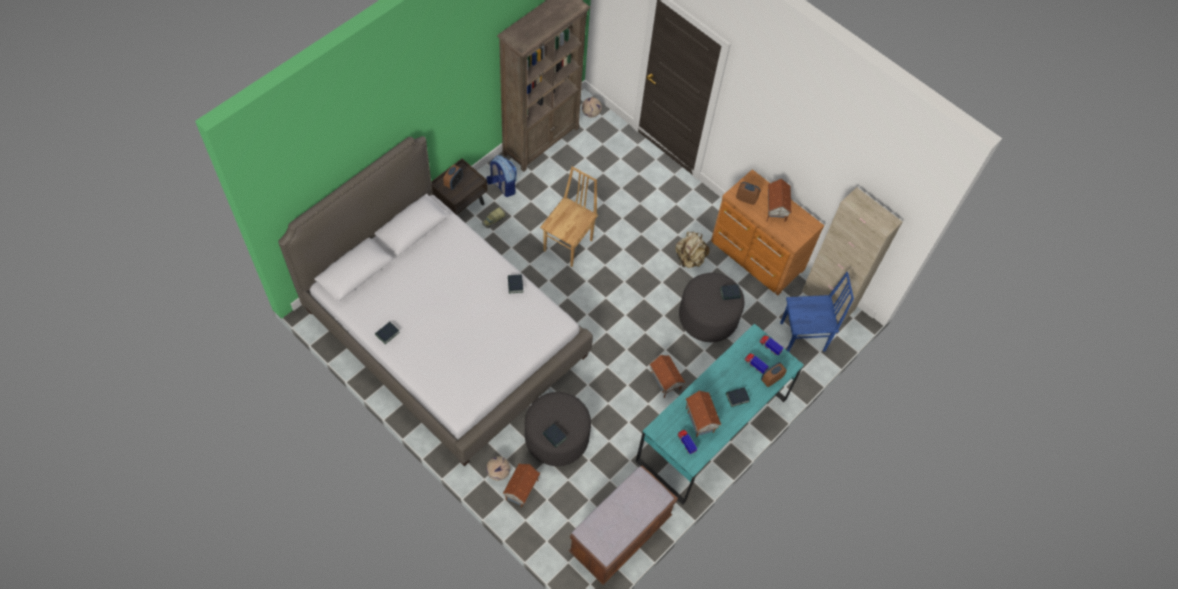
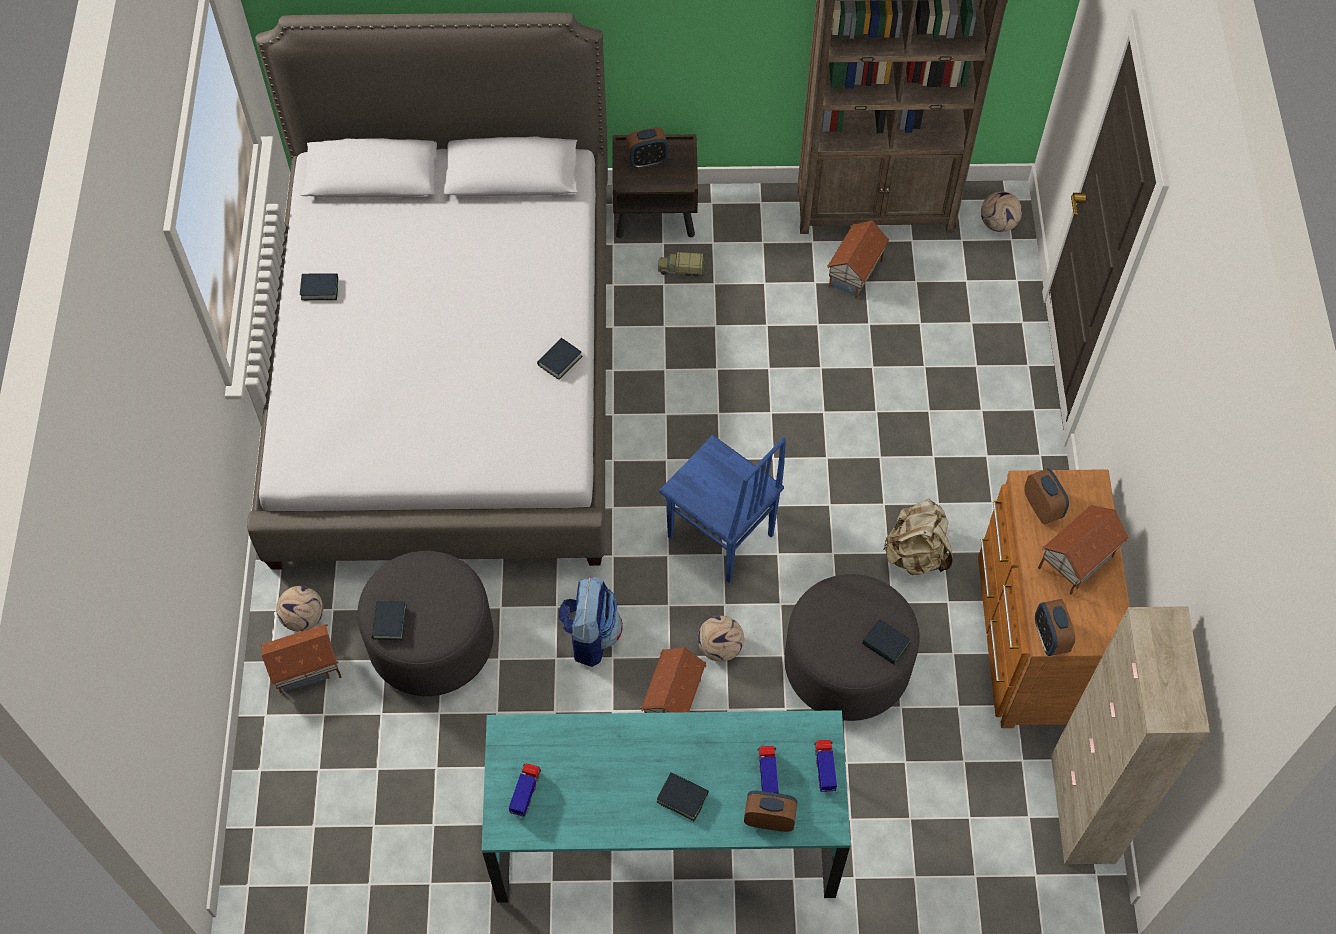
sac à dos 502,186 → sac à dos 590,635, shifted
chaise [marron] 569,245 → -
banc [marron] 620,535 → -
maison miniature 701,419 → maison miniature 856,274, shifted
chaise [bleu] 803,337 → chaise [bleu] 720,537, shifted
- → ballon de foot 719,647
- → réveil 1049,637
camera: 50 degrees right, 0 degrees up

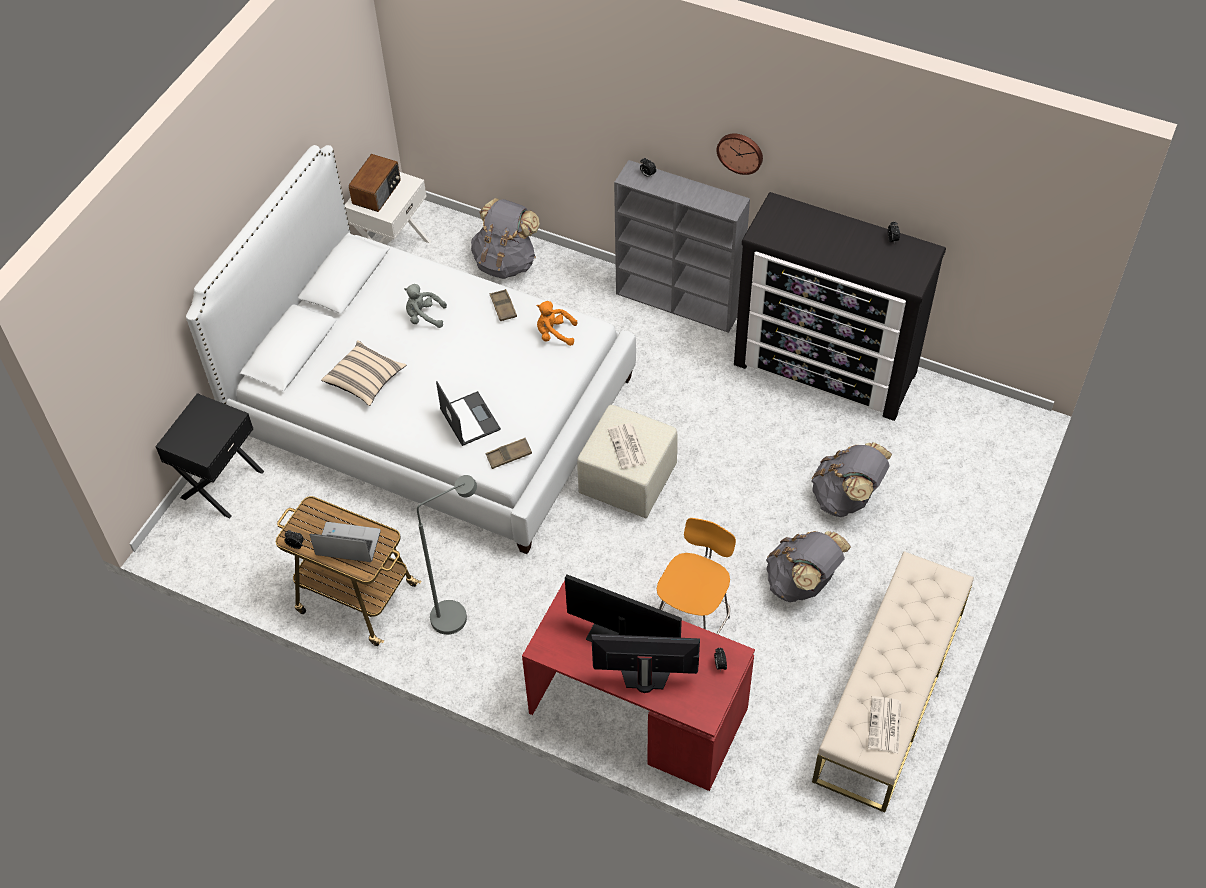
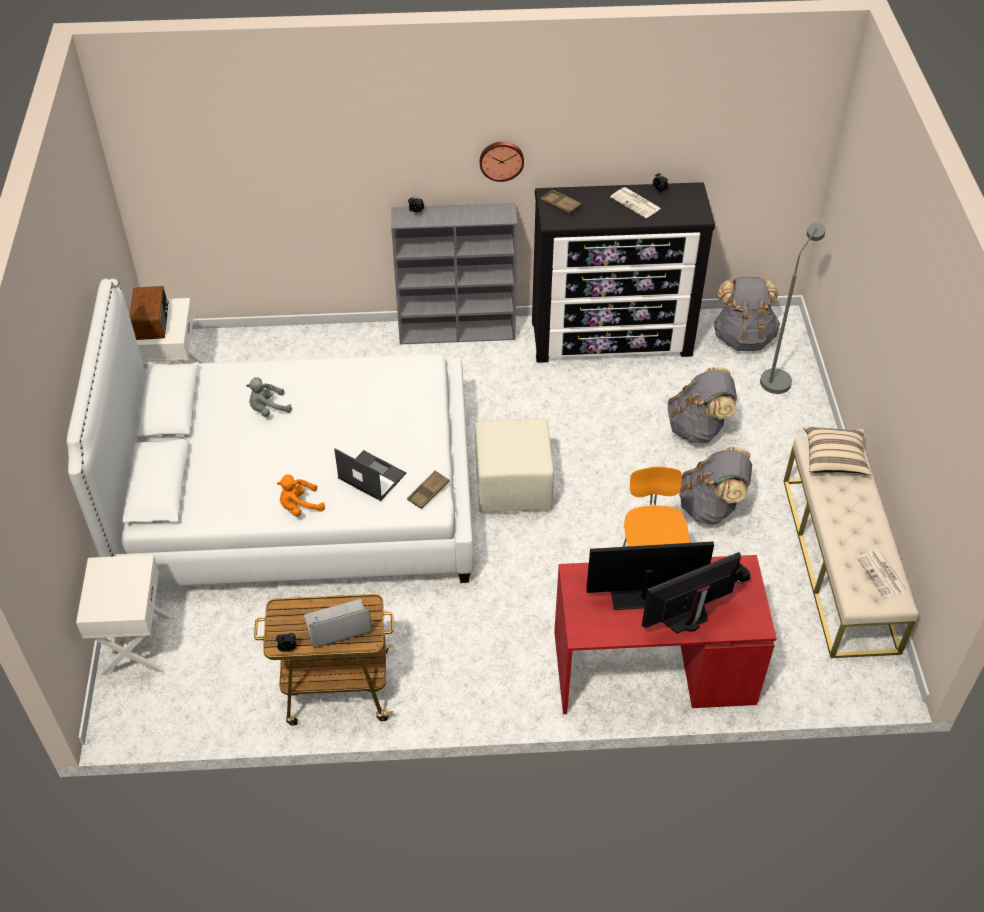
table de chevet [noir] 221,484 → table de chevet [blanc] 135,644
coussin [beige] 365,380 → coussin [beige] 834,459, shifted
lampadaire [gris] 457,612 → lampadaire [gris] 777,376, shifted
sac à dos [gris] 506,262 → sac à dos [gris] 743,337, shifted
plateau [marron] 503,307 → plateau [marron] 560,204, shifted
peluche [orange] 554,334 → peluche [orange] 300,506, shifted
journal 628,447 → journal 636,203, shifted
camera: 30 degrees left, 5 degrees down

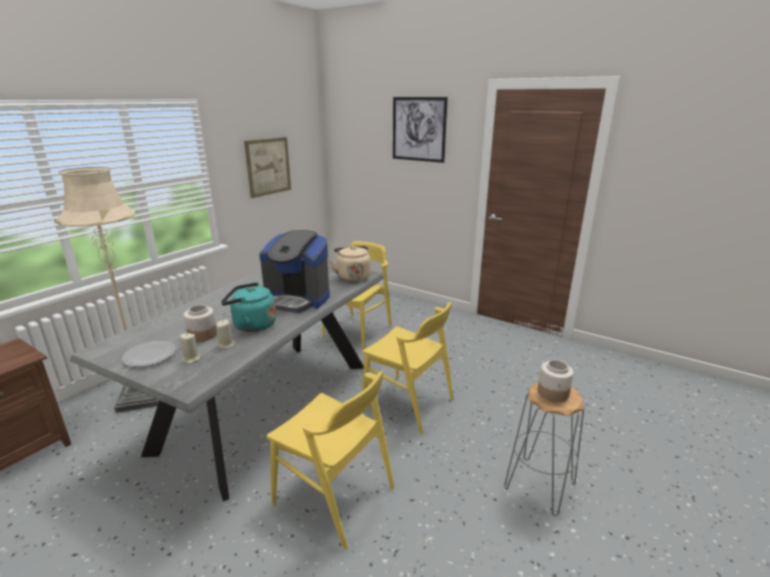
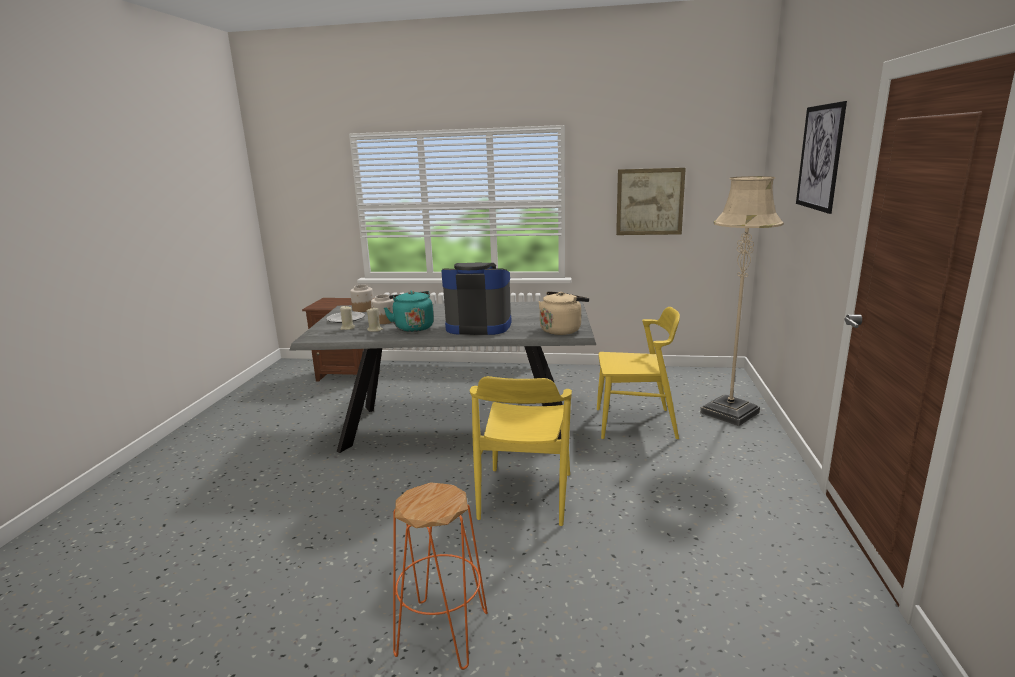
lampadaire [beige] 143,396 → lampadaire [beige] 729,413, shifted
machine à café 297,299 → machine à café 478,326, 105 degrees clockwise
chaise [jaune] 334,495 → -
tabouret [gris] 538,485 → tabouret [orange] 442,632
bocal 553,393 → bocal 363,309, shifted
camera: 65 degrees right, 5 degrees down

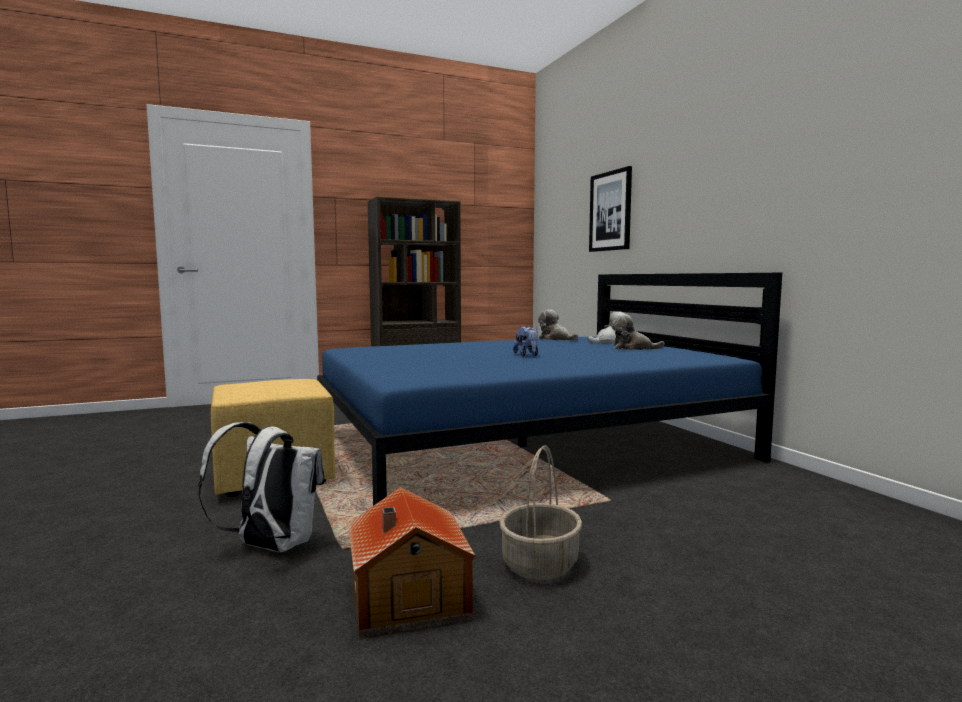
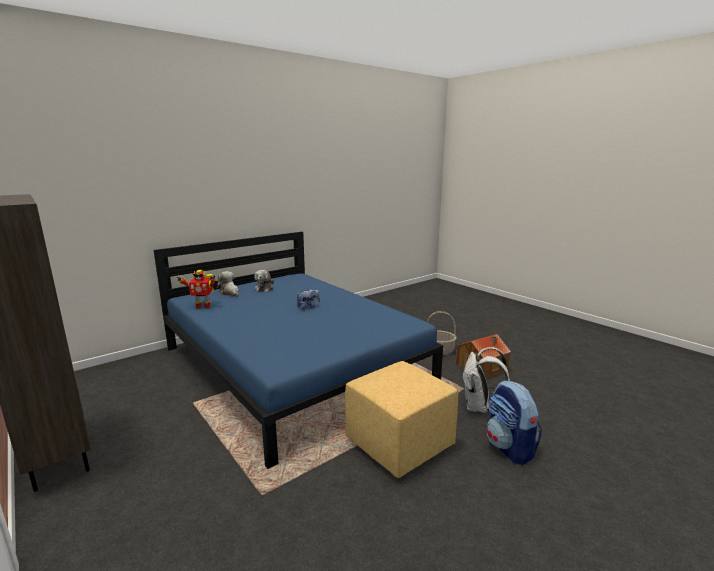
peluche 555,339 → robot jouet 203,306
tableau 610,211 → -
- → sac à dos 510,448
camera: 105 degrees left, 10 degrees up

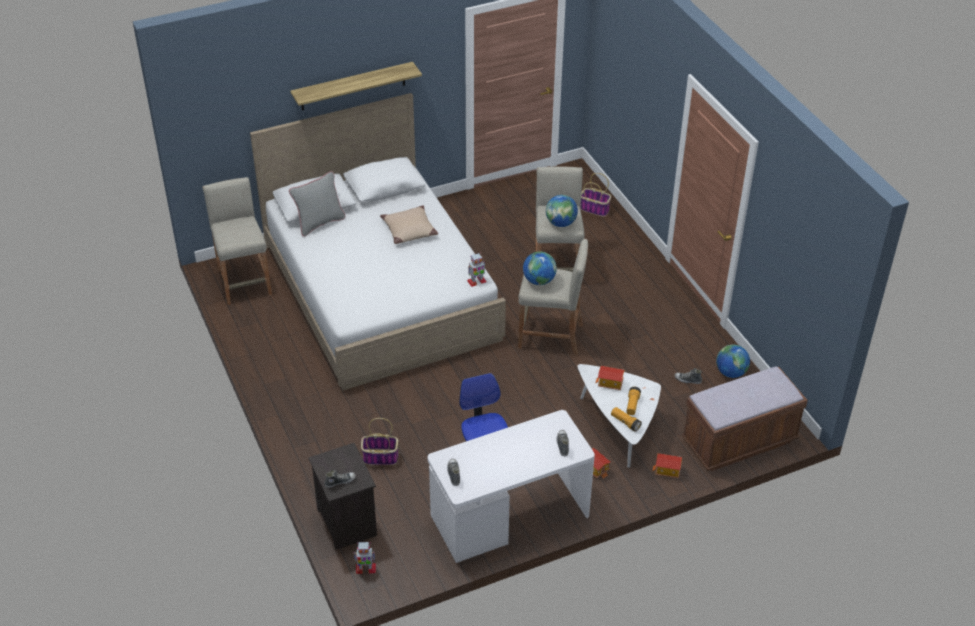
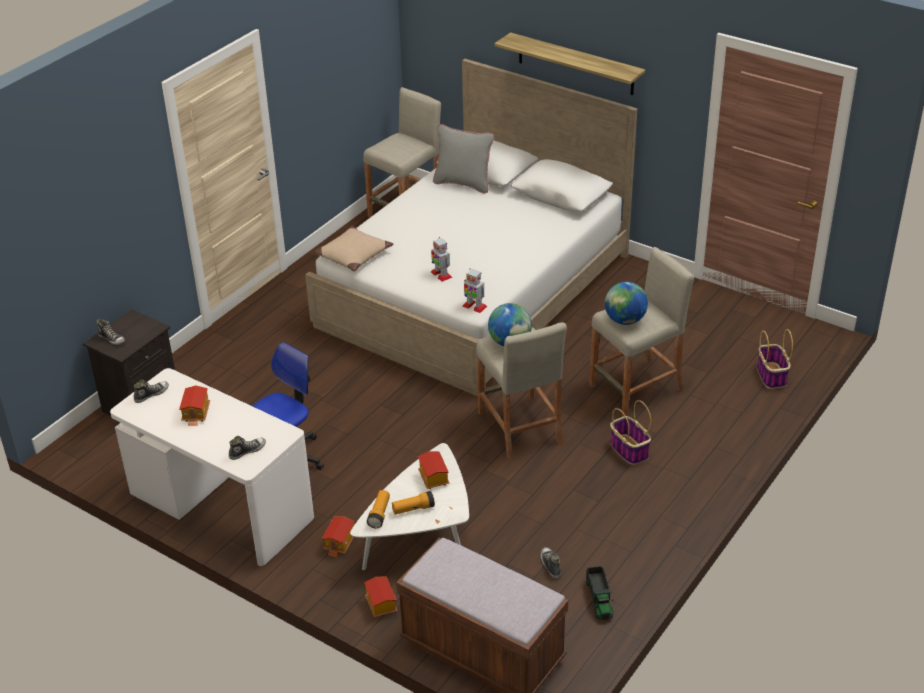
robot jouet 365,568 → robot jouet 441,274, shifted
panier 379,457 → panier 628,450, shifted
coussin [beige] 409,230 → coussin [beige] 353,255, shifted
globe 730,372 → camion jouet 599,599
- → maison miniature 196,413
camera: 60 degrees right, 5 degrees down

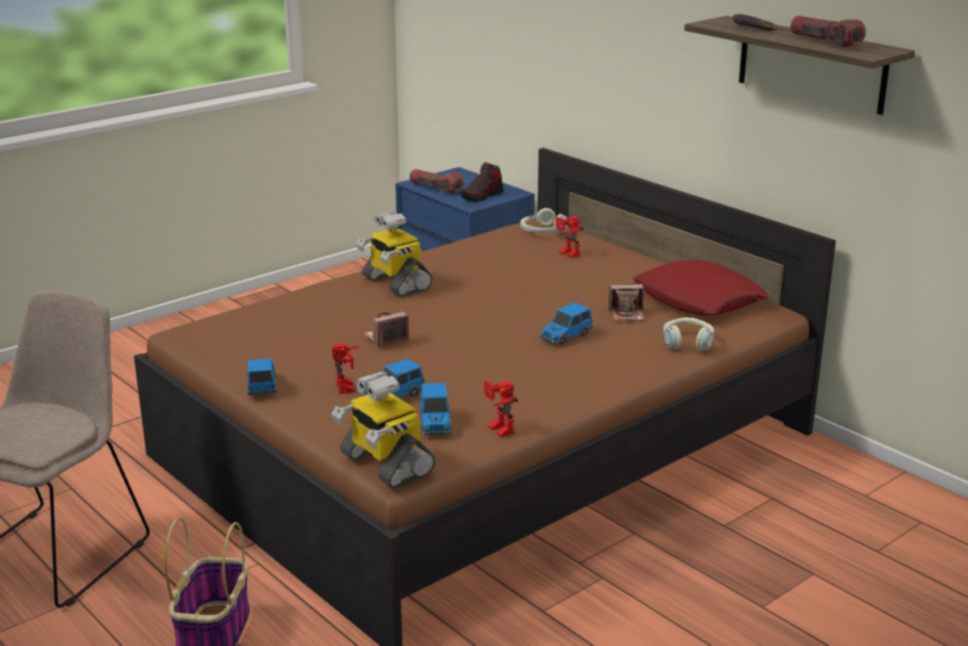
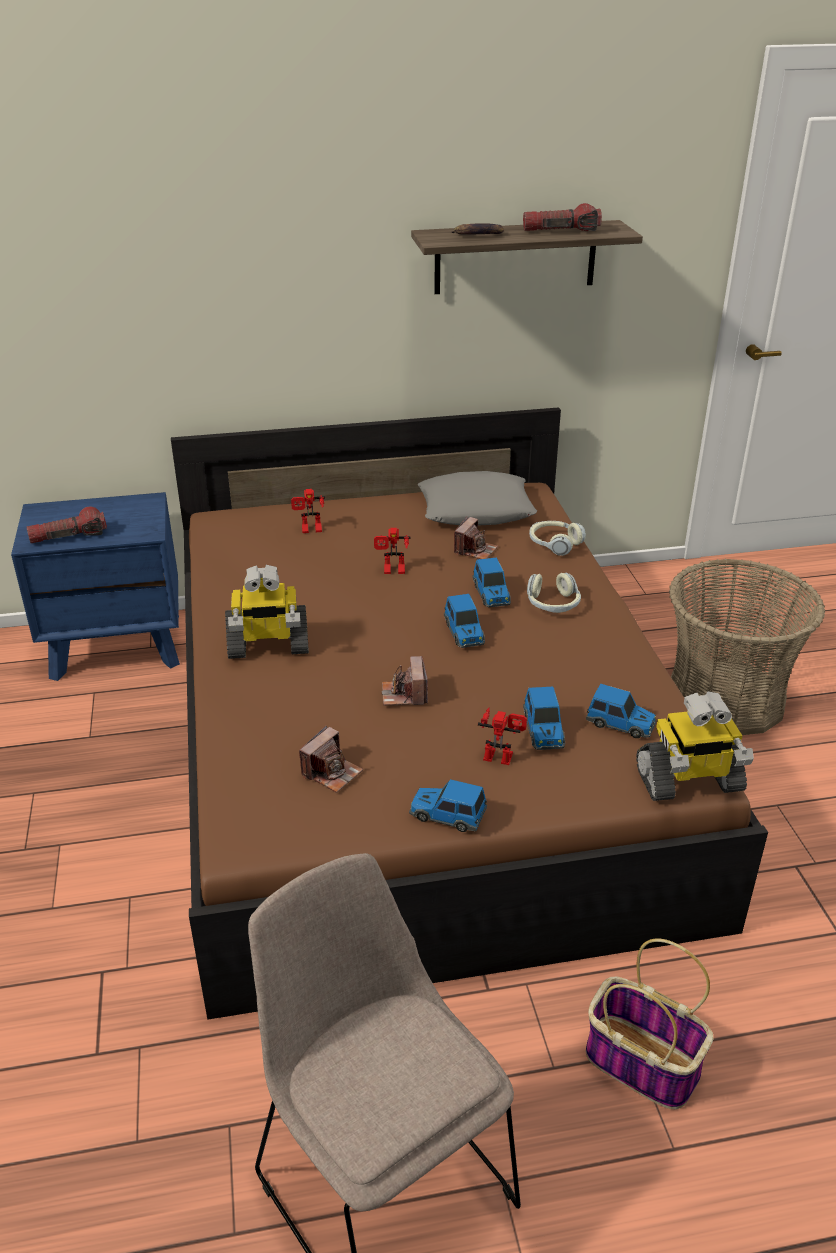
chaussure 482,196 → -
robot jouet 497,430 → robot jouet 392,571, shifted
casque audio 542,232 → casque audio 552,604, shifted
coussin [rouge] 698,299 → coussin [gris] 476,509
- → appareil photo 331,772
- → petite voiture 464,633
- → panier 725,698
camera: 60 degrees left, 10 degrees up

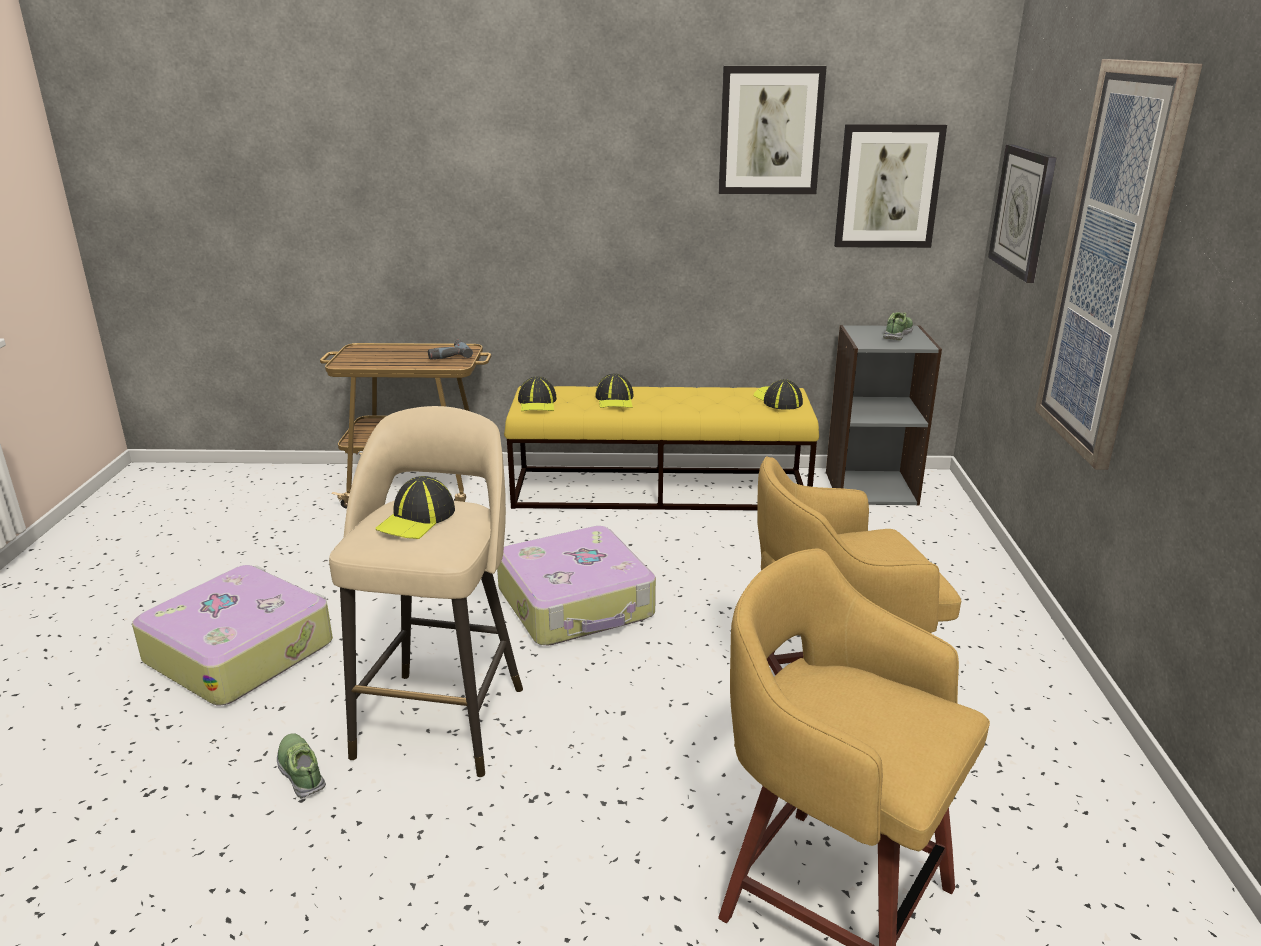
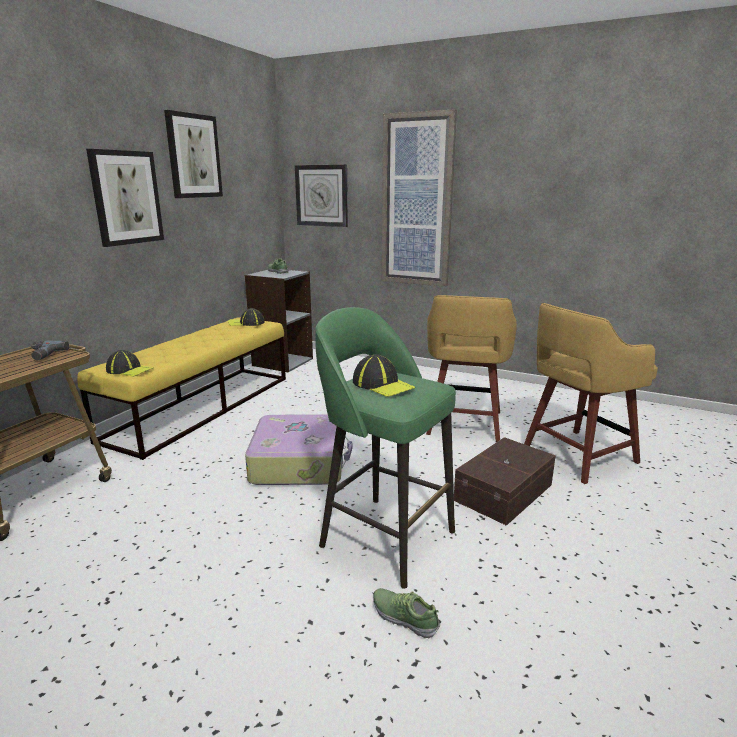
valise 240,651 → -
chaussure 302,771 → chaussure 404,617, 45 degrees clockwise
tabouret [beige] 443,718 → tabouret [vert] 384,537
casquette 615,400 → -
tableau 888,186 → tableau 126,198, shifted
- → boîte de rangement [marron] 505,492
camera: 65 degrees left, 5 degrees down

